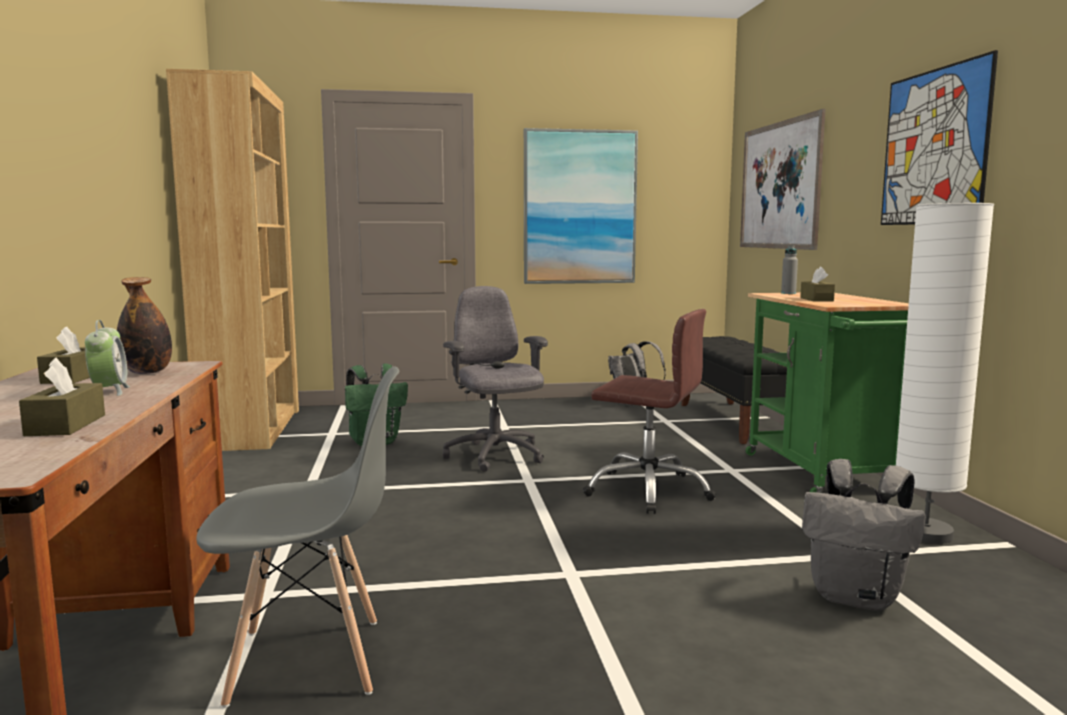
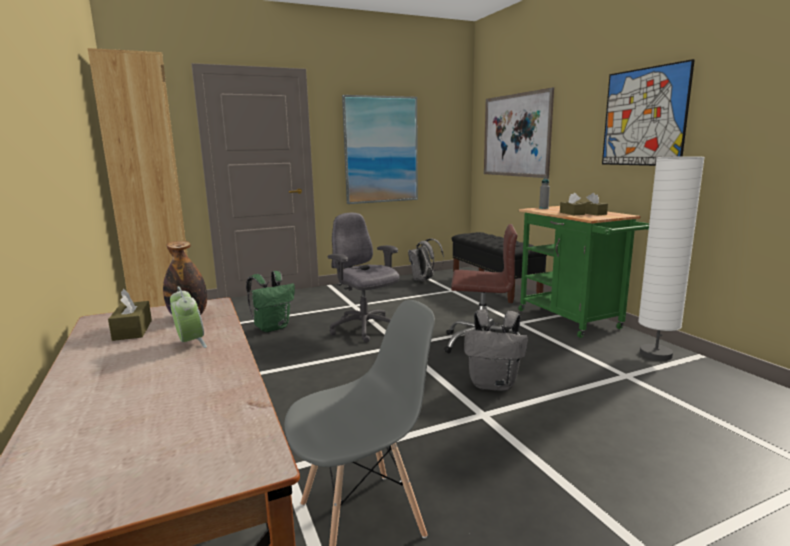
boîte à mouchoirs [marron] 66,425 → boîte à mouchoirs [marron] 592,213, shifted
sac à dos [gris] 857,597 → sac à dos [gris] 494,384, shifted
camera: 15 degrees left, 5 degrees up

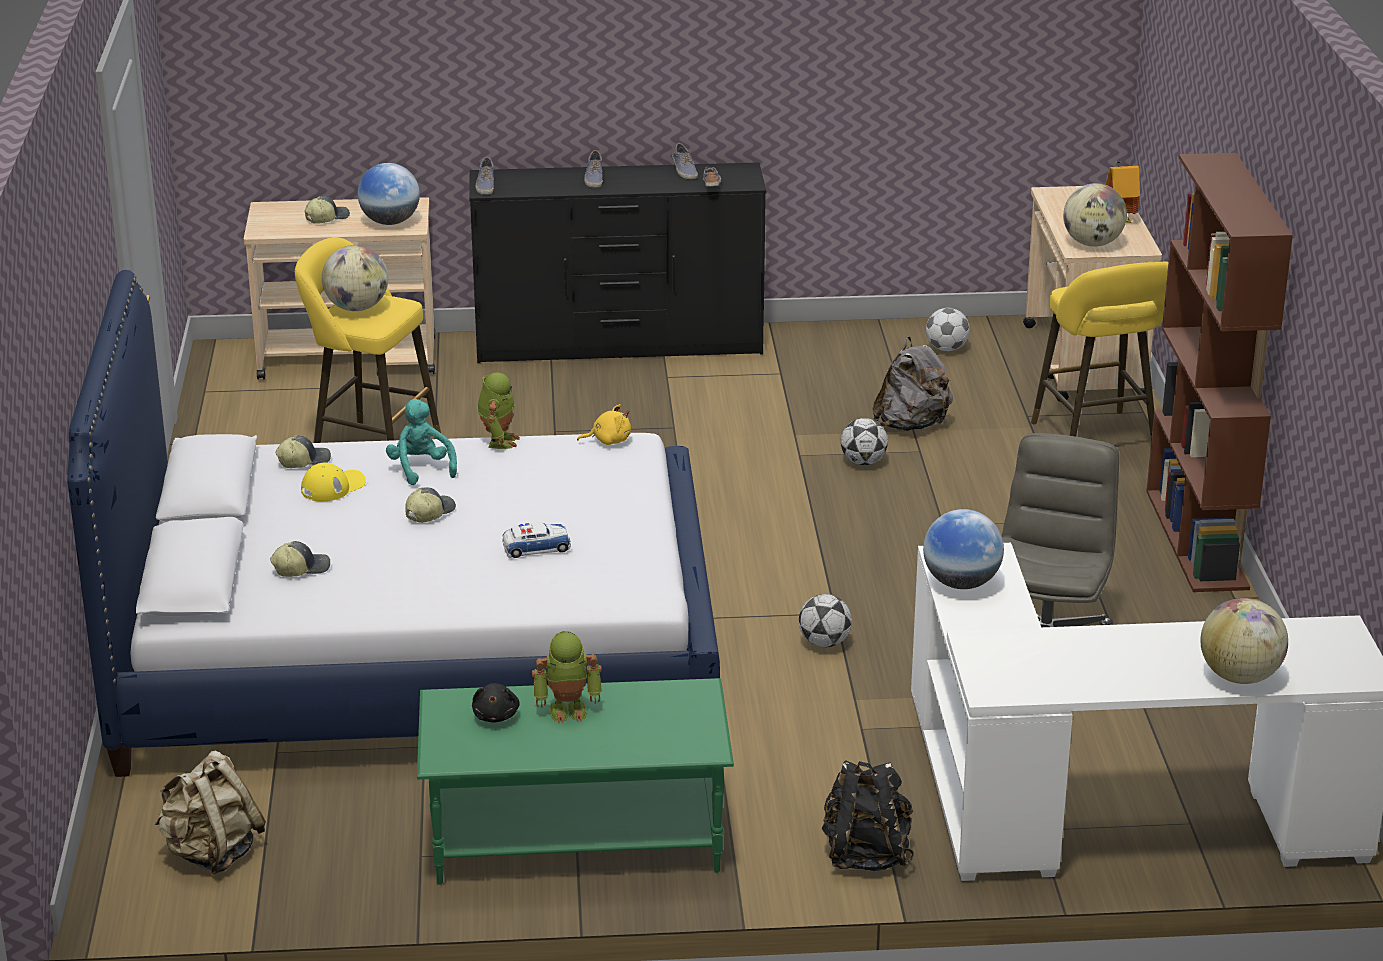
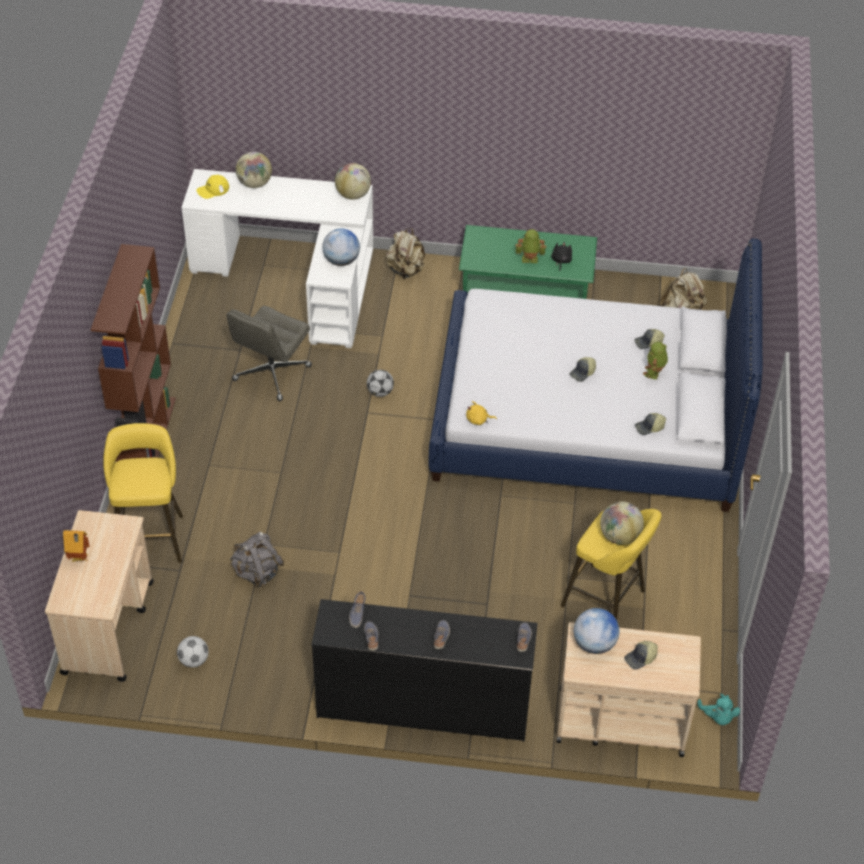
casquette [jaune] 333,487 → casquette [jaune] 213,189, shifted
peluche [turquoise] 421,469 → peluche [turquoise] 718,716, shifted
robot jouet 498,441 → robot jouet 654,373, shifted
petite voiture 536,547 → -
sac à dos [noir] 865,855 → sac à dos [beige] 405,270
ballon de foot 863,462 → -
globe 1092,244 → globe 353,194, shifted
camera: 170 degrees left, 20 degrees up

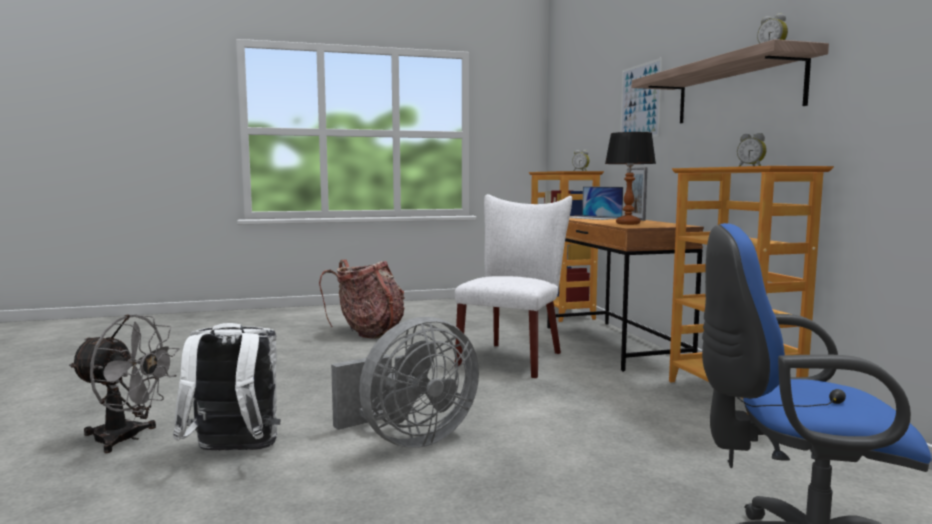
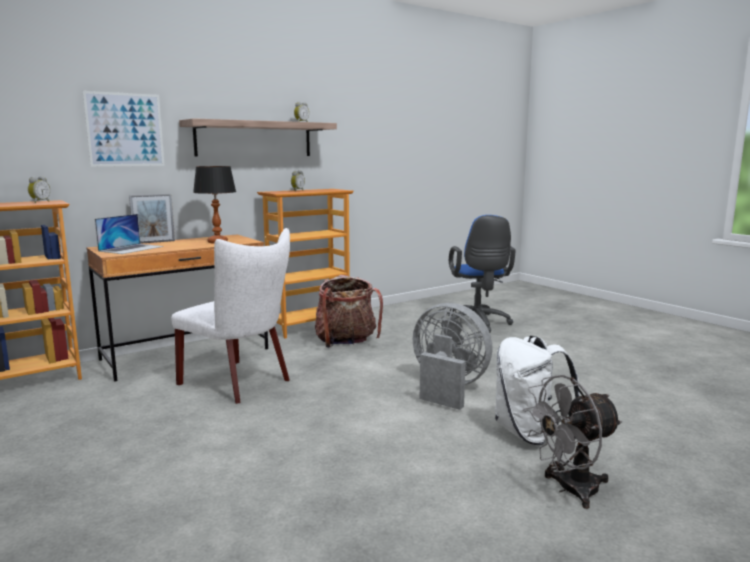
ventilateur [gris] 127,438 → ventilateur [gris] 569,490, 105 degrees counterclockwise
sac à dos 368,332 → sac à dos 346,342, shifted
chaise [blanc] 514,357 → chaise [blanc] 240,383, 150 degrees counterclockwise
camera: 110 degrees left, 5 degrees up

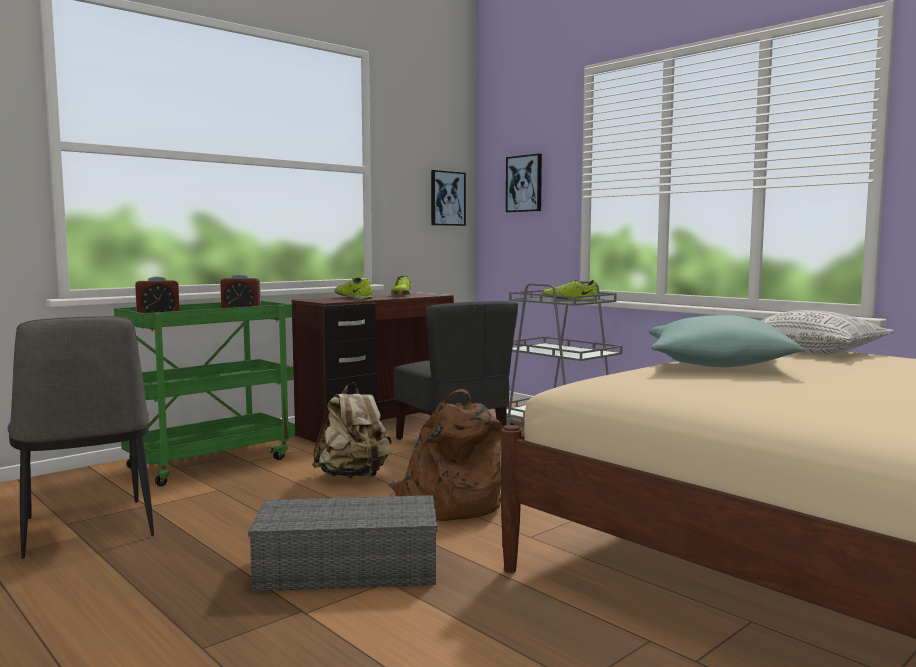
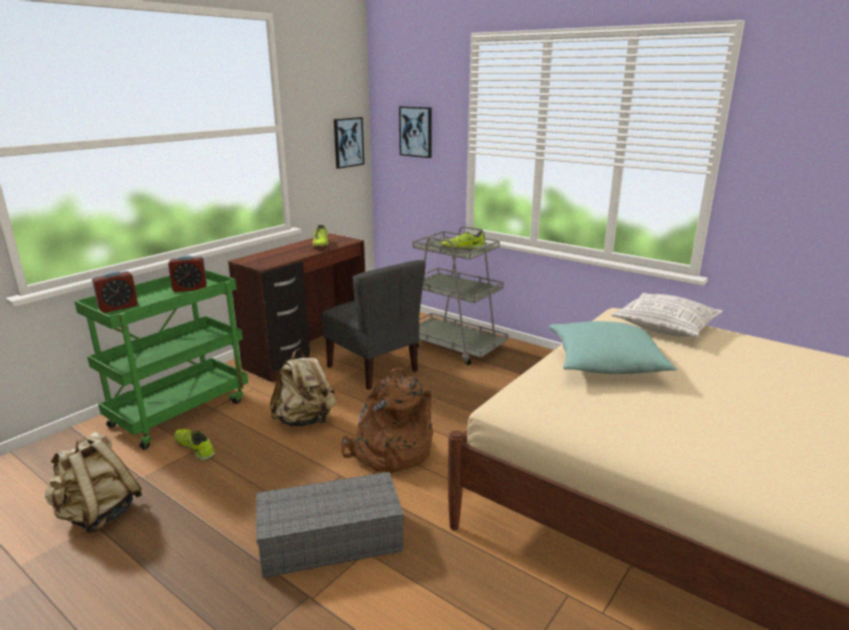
chaise 87,529 → sac à dos [beige] 98,514
chaussure 353,298 → chaussure 195,448, shifted
camera: 10 degrees left, 15 degrees up

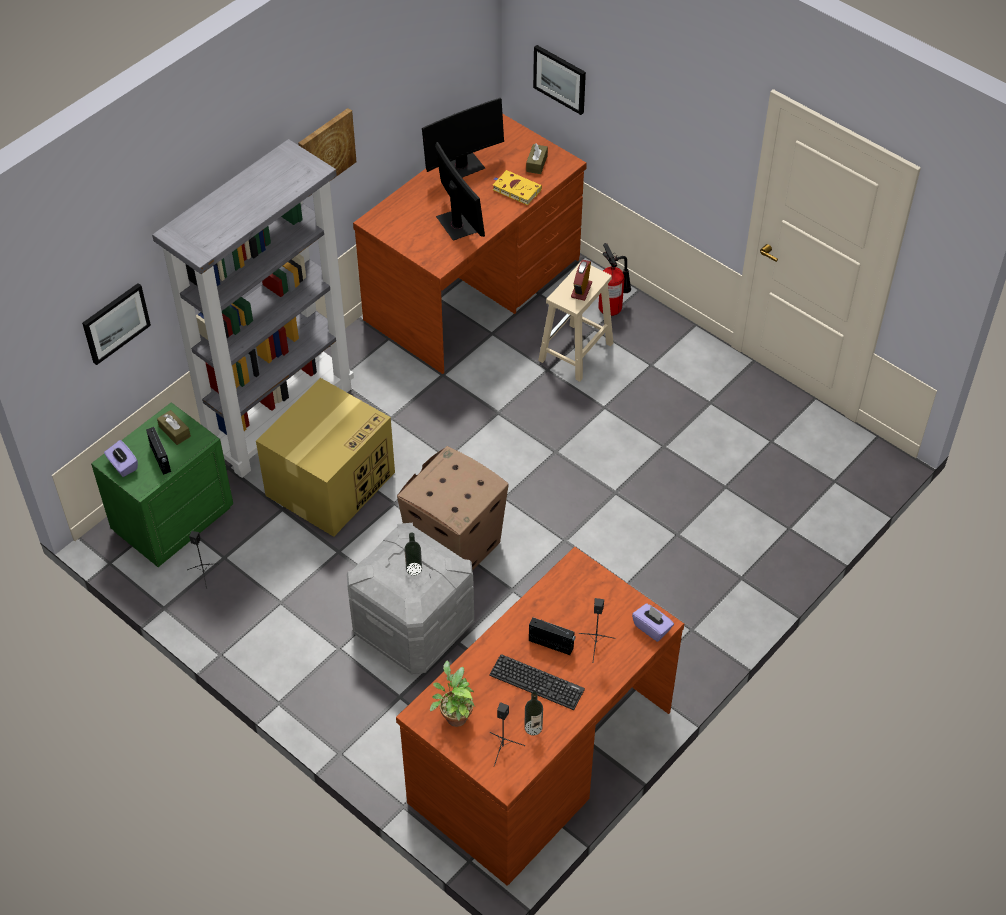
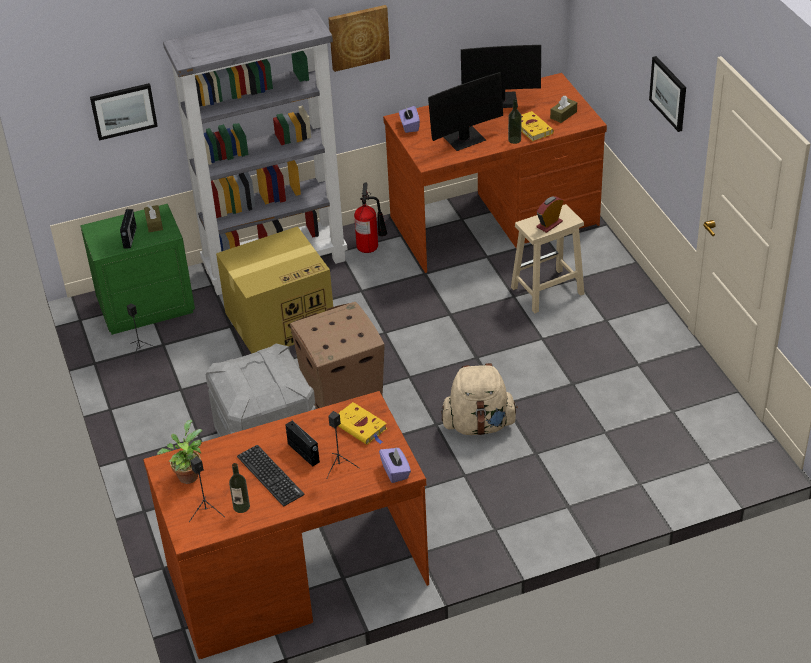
boîte à mouchoirs [violet] 123,465 → boîte à mouchoirs [violet] 409,126, shifted
bouteille 414,569 → bouteille 514,140, shifted
écran d'ordinateur 457,225 → écran d'ordinateur 464,139, 60 degrees clockwise
tableau 560,79 → tableau 669,93, shifted
extincteur 612,307 → extincteur 371,248, shifted
- → livre [jaune] 361,427
- → sac à dos [beige] 479,425
camera: 30 degrees right, 10 degrees down

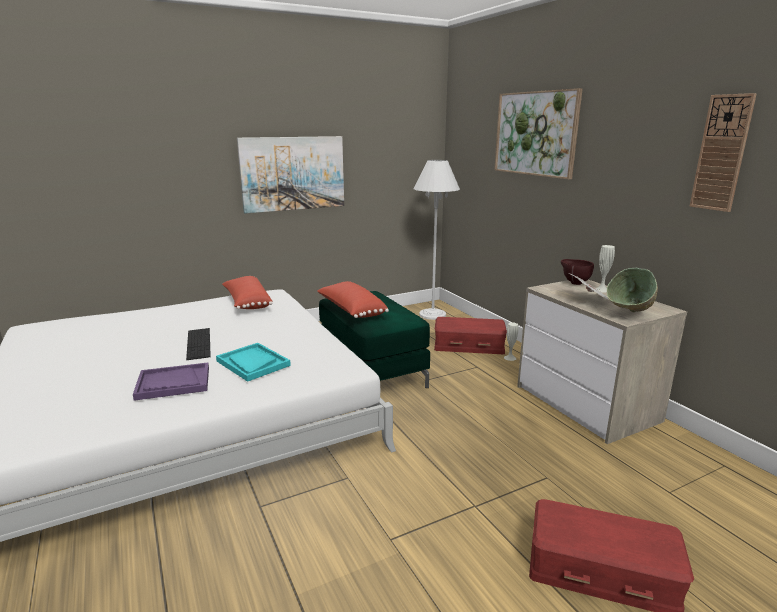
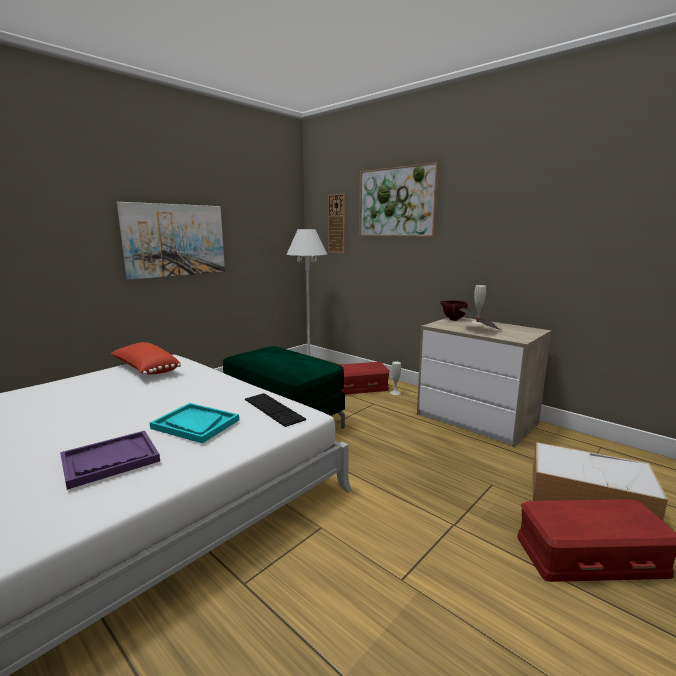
clavier 198,343 → clavier 273,409, shifted
coussin [rouge] 351,310 → -
bol [vert] 630,316 → -
horloge murale 721,153 → horloge murale 337,224, shifted
- → boîte de rangement 591,496
camera: 20 degrees left, 5 degrees down

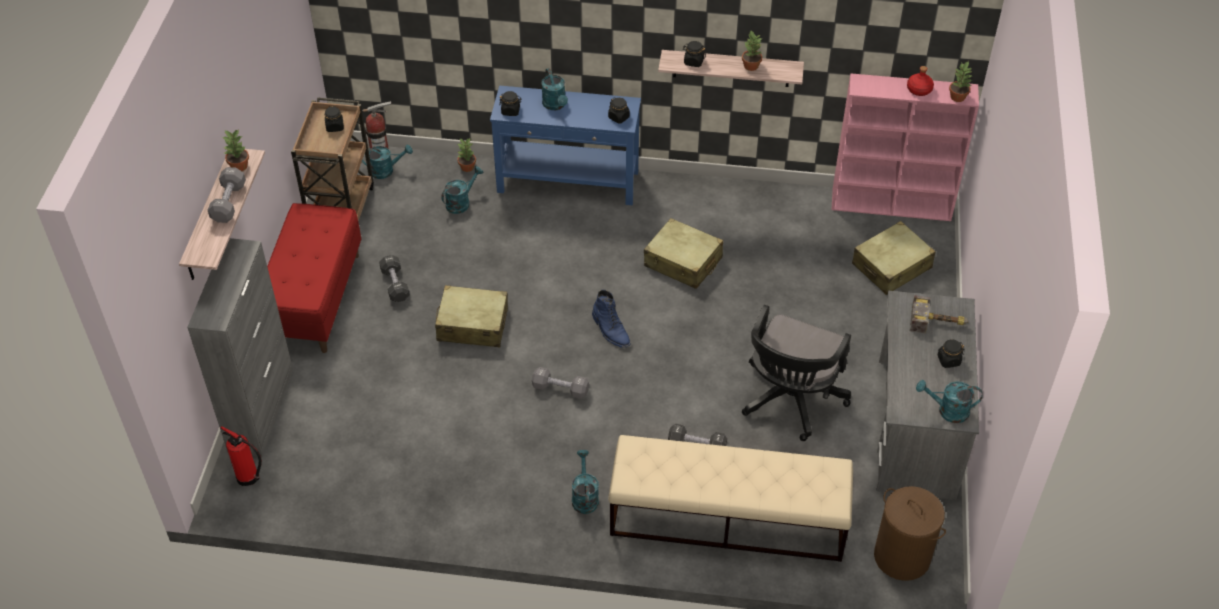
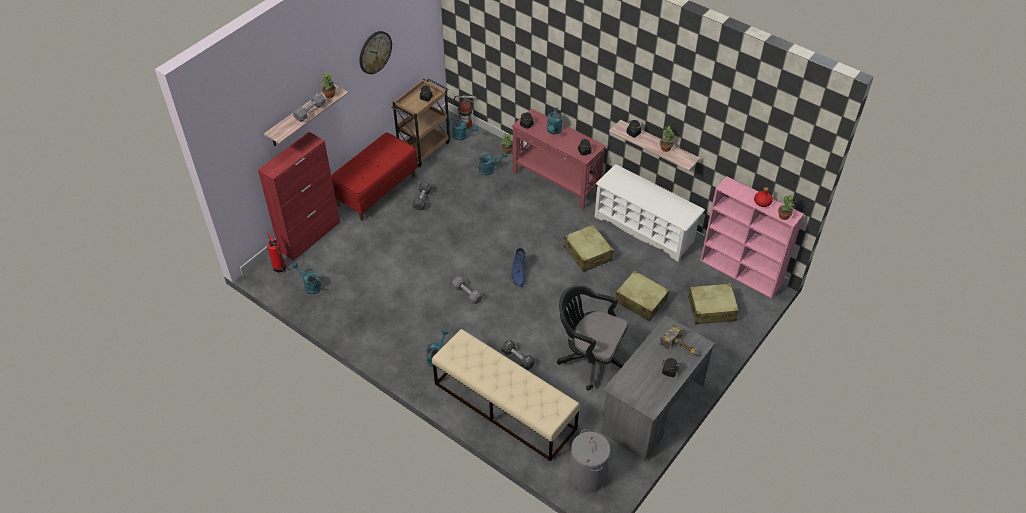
meuble de rangement [gris] 261,409 → meuble de rangement [rouge] 310,236
valise [beige] 472,325 → valise [beige] 640,301, shifted
table console [bleu] 568,182 → table console [rouge] 556,182
chaise de bureau [noir] 790,401 → chaise de bureau [noir] 590,359, 60 degrees clockwise
panier à linge [marron] 902,557 → panier à linge [gris] 587,476
arrosoir [turquoise] 947,411 → arrosoir [turquoise] 310,286, shifted
- → horloge murale 375,52
- → étagère à chaussures [blanc] 644,229
camera: 30 degrees right, 0 degrees up

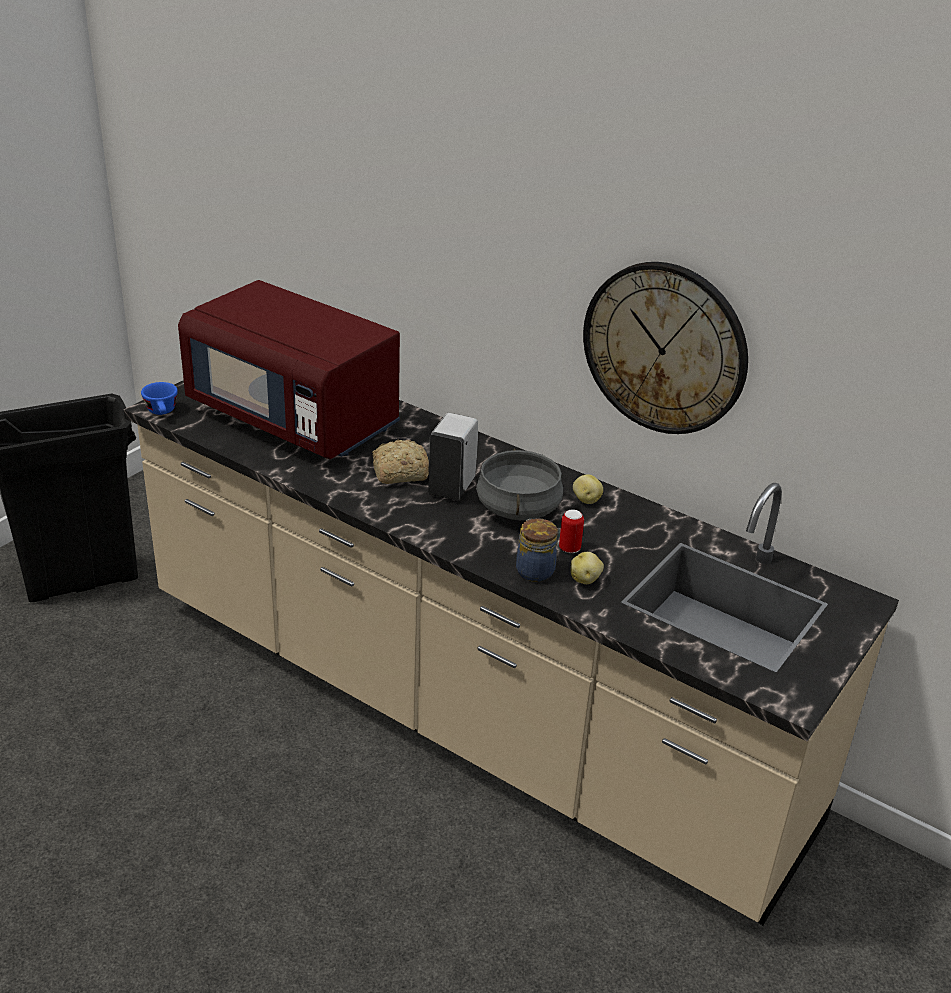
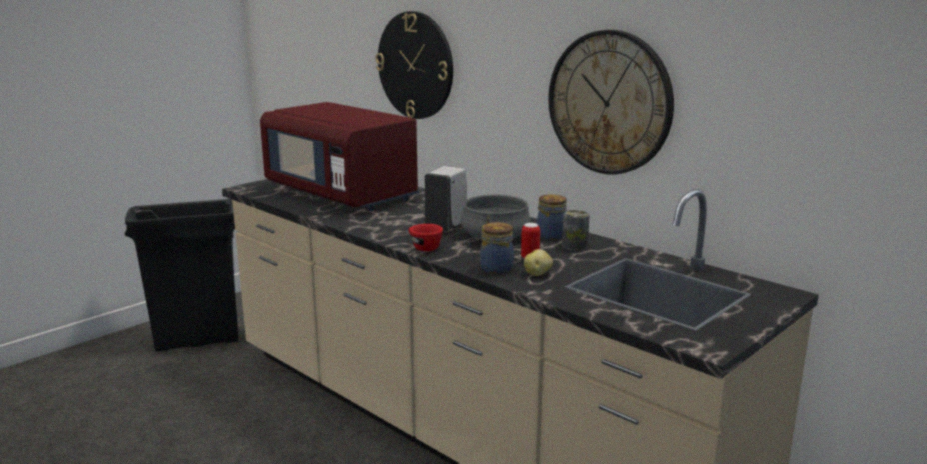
tasse [bleu] 162,412 → -
pain 398,473 → -
pomme de terre 586,500 → bocal 552,235
- → horloge murale 415,65
- → tasse [rouge] 423,247
- → boîte métallique 574,246
camera: 10 degrees right, 15 degrees down

